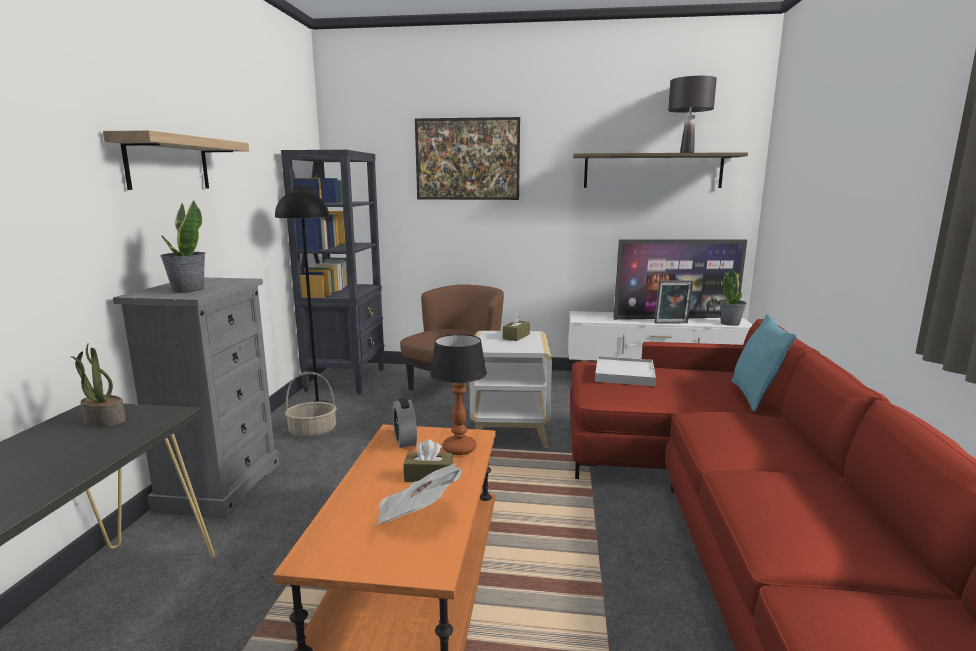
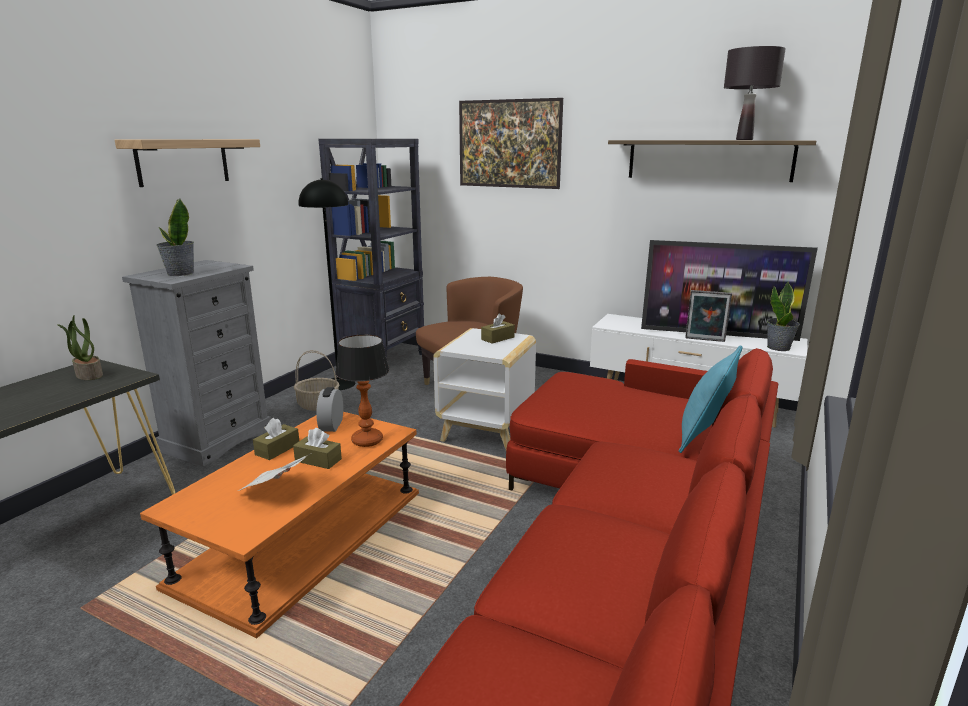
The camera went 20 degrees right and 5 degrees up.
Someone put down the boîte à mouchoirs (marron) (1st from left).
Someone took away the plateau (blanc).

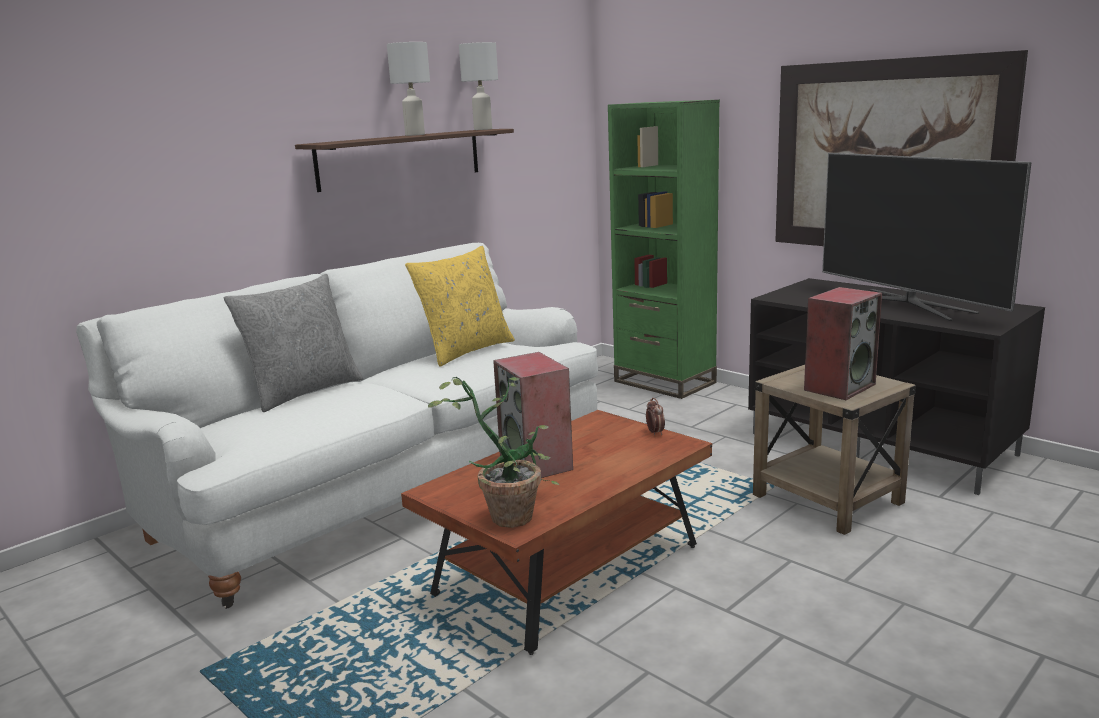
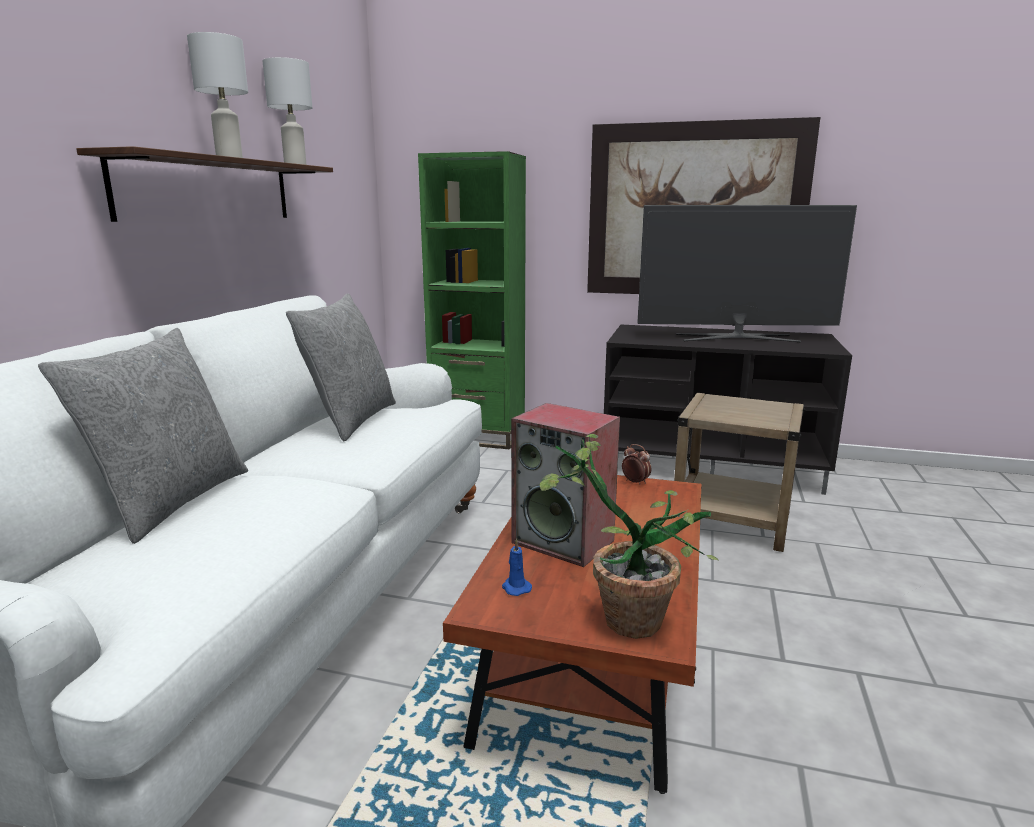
The camera went 30 degrees left and 0 degrees up.
Someone repainted the coussin (jaune), which became the coussin (gris) (2nd from left).
Someone put down the bougie (bleu).
Someone rotated the téléviseur by 150 degrees clockwise.
Someone took away the enceinte (2nd from left).

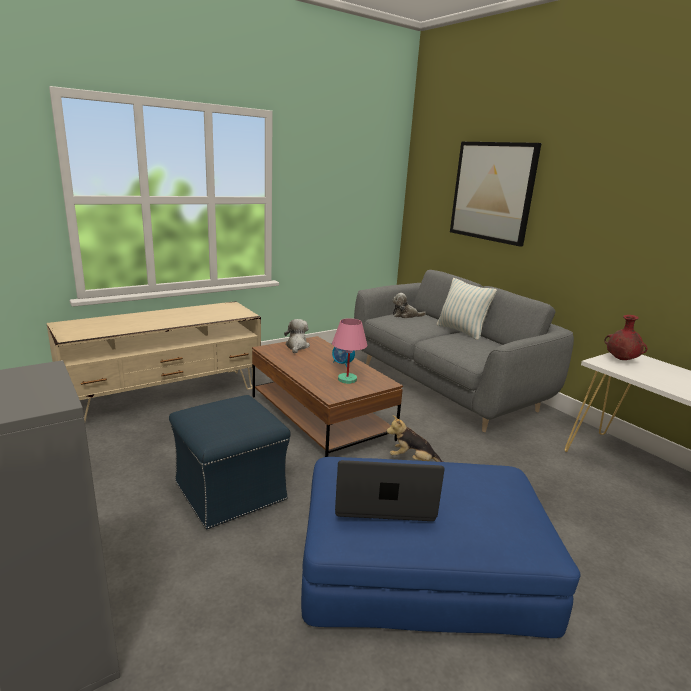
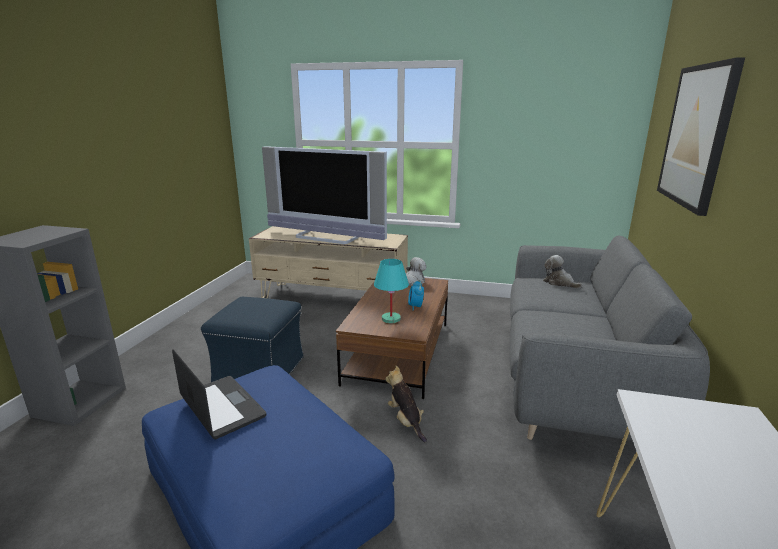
The camera went 50 degrees right and 0 degrees up.
Someone put down the téléviseur.
Someone repainted the lampe de table (rose), which became the lampe de table (turquoise).
Someone took away the coussin.
Someone took away the vase (rouge).

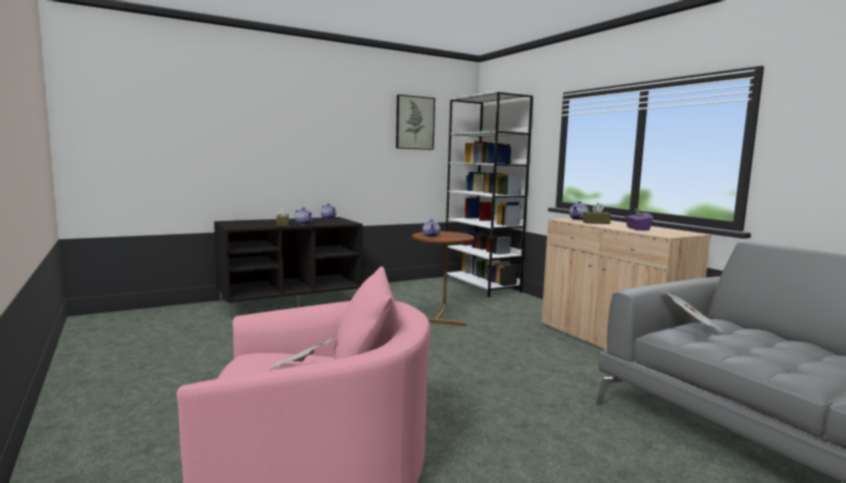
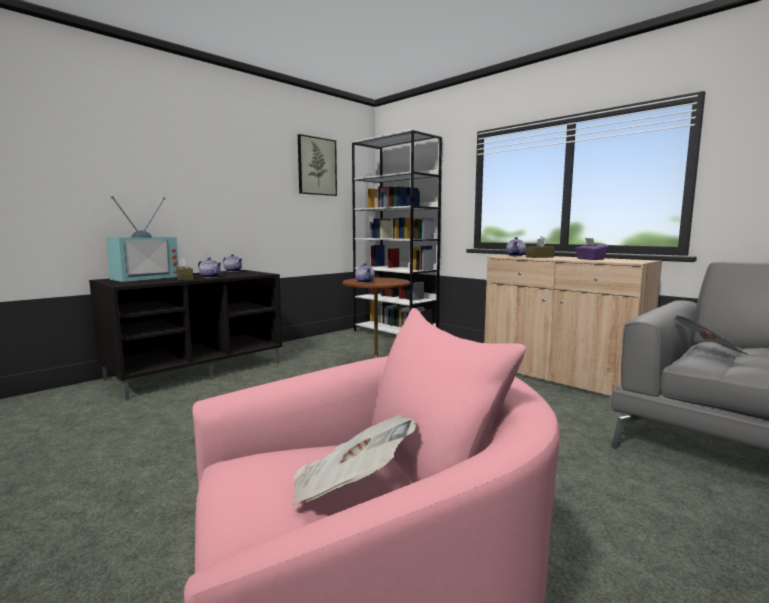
The camera went 15 degrees left and 0 degrees up.
Someone put down the téléviseur.

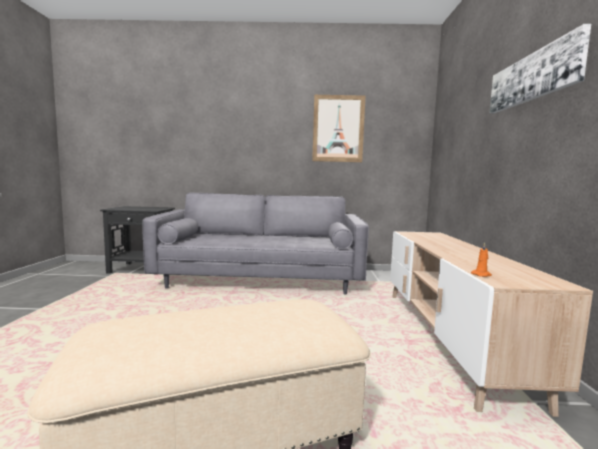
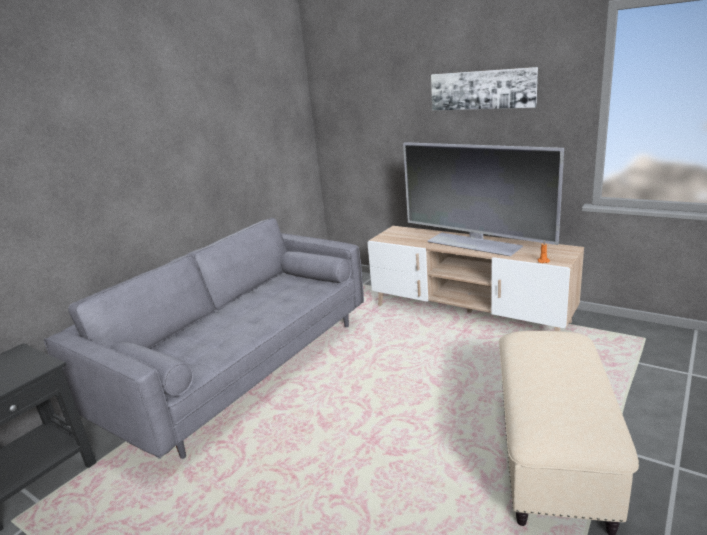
The camera went 55 degrees left and 15 degrees up.
Someone put down the téléviseur.
Someone took away the tableau (1st from left).

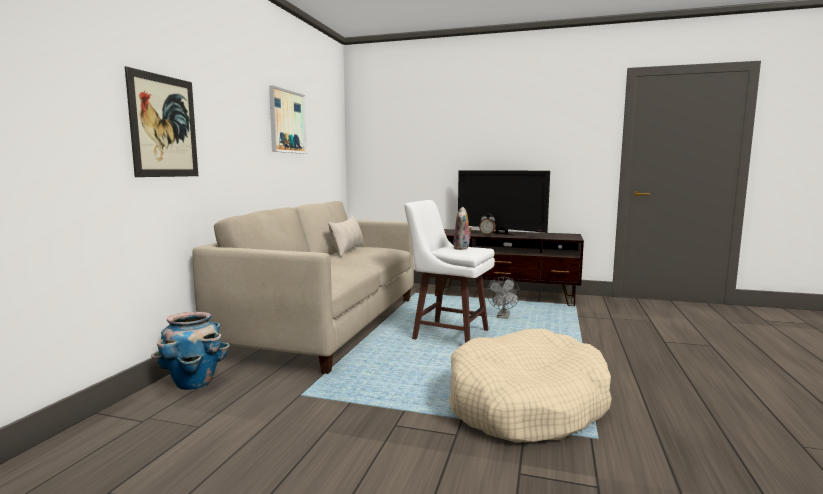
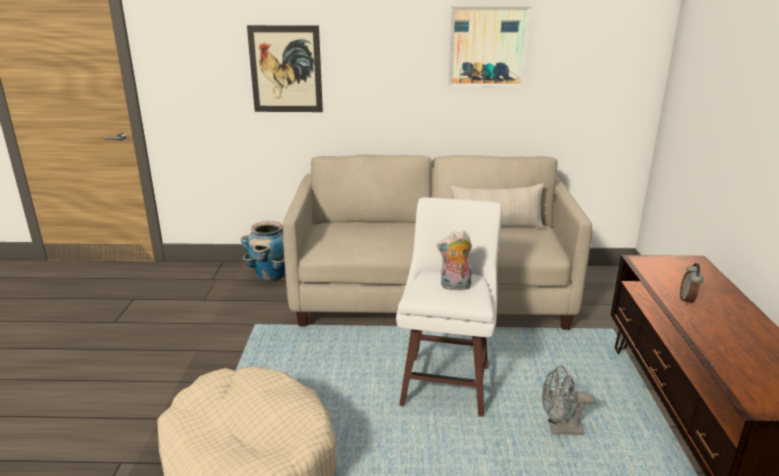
The camera went 75 degrees right and 15 degrees up.
Someone took away the téléviseur.

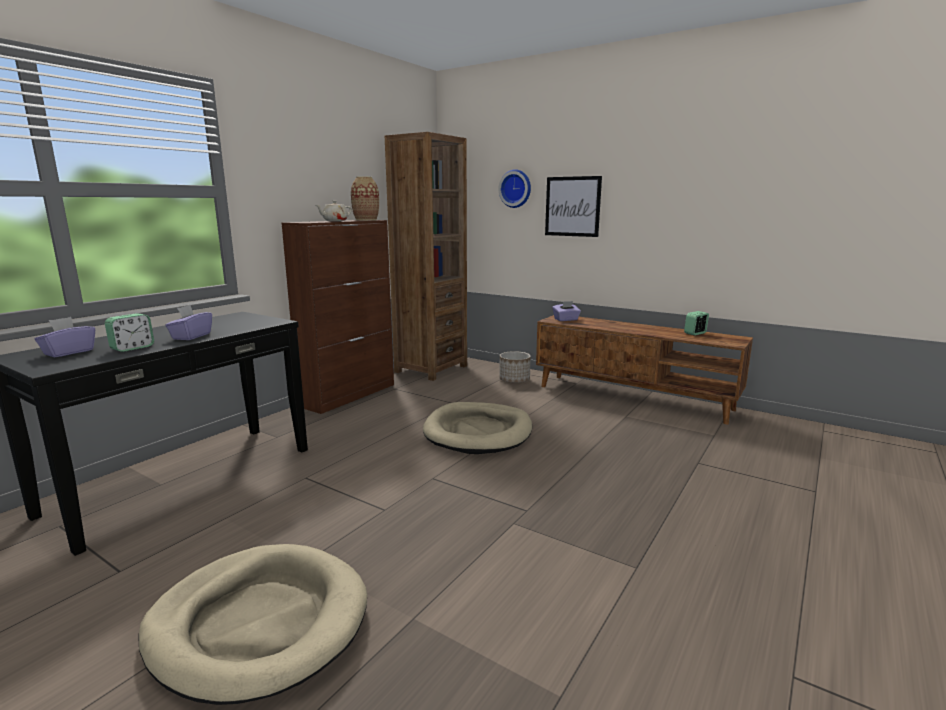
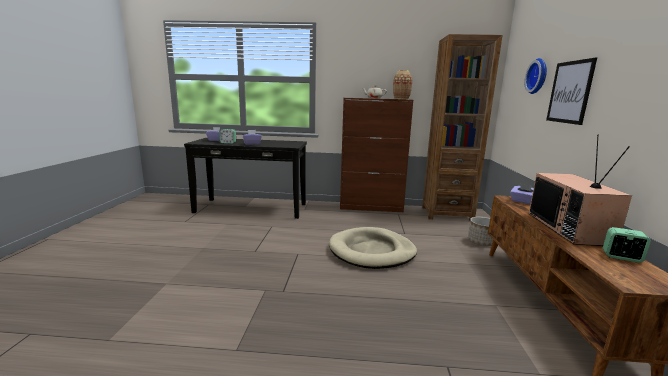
The camera went 60 degrees right and 0 degrees up.
Someone put down the téléviseur.
Someone took away the panier pour chien (beige) (1st from left).

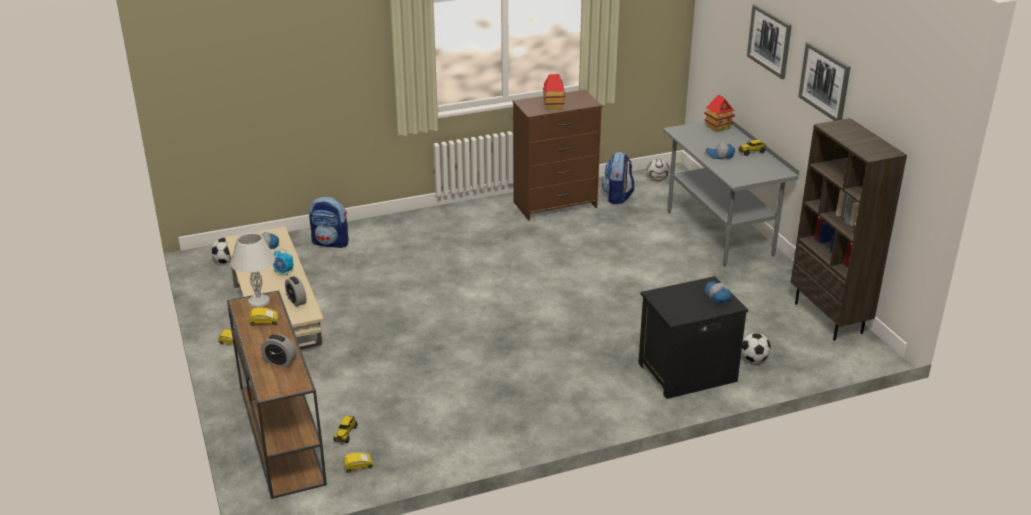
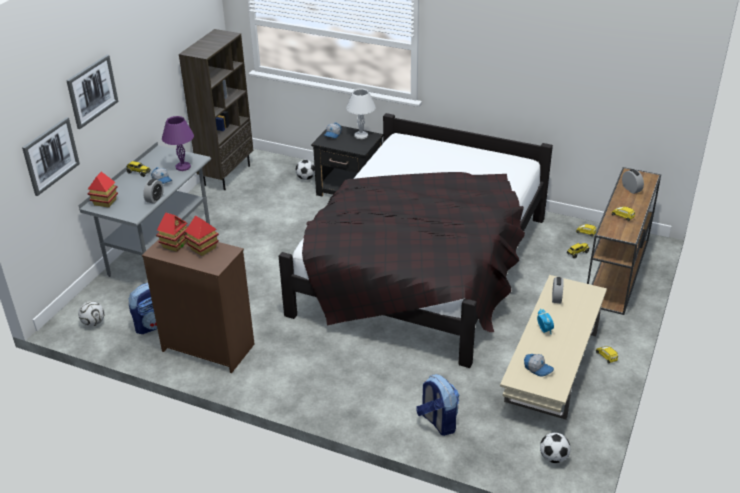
The camera went 135 degrees left and 5 degrees up.
Someone carried the tableau (2nd from left in the first image).
Someone put down the réveil (1st from left).
Someone put down the maison miniature (2nd from left).
Someone put down the lampe de table (violet).
Someone put down the lit (noir).
Someone carried the lampe de table (blanc).

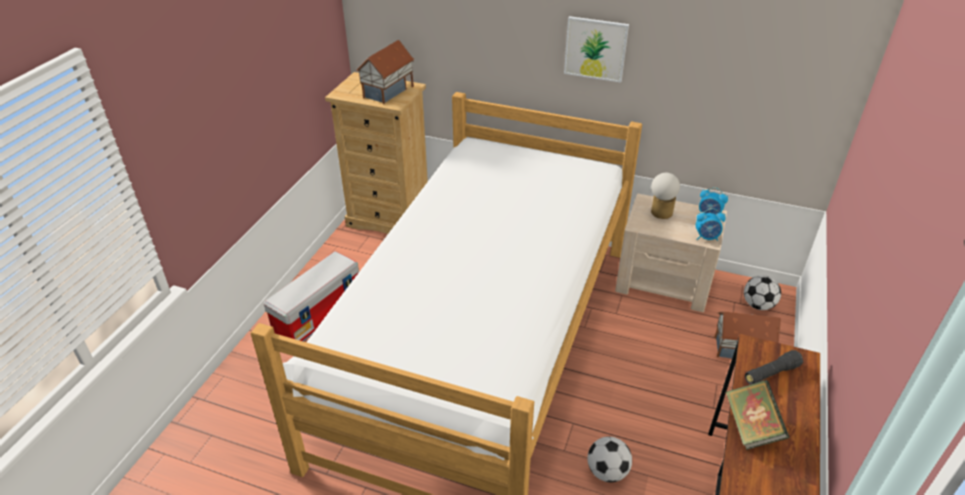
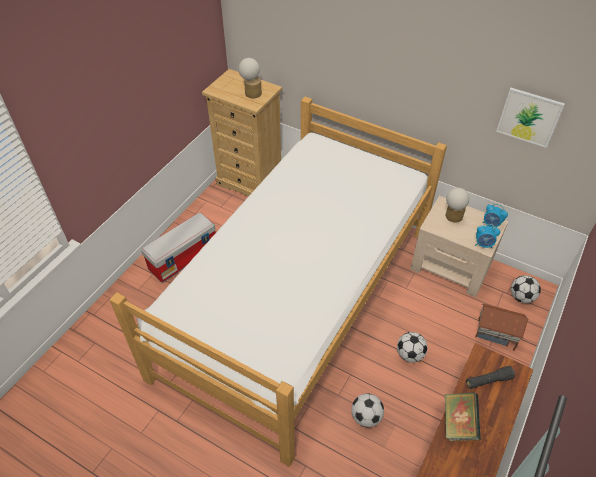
The camera went 10 degrees right and 10 degrees up.
Someone swapped the maison miniature (1st from left) for the lampe de table (1st from left).
Someone put down the ballon de foot (2nd from left).
Someone carried the tableau.

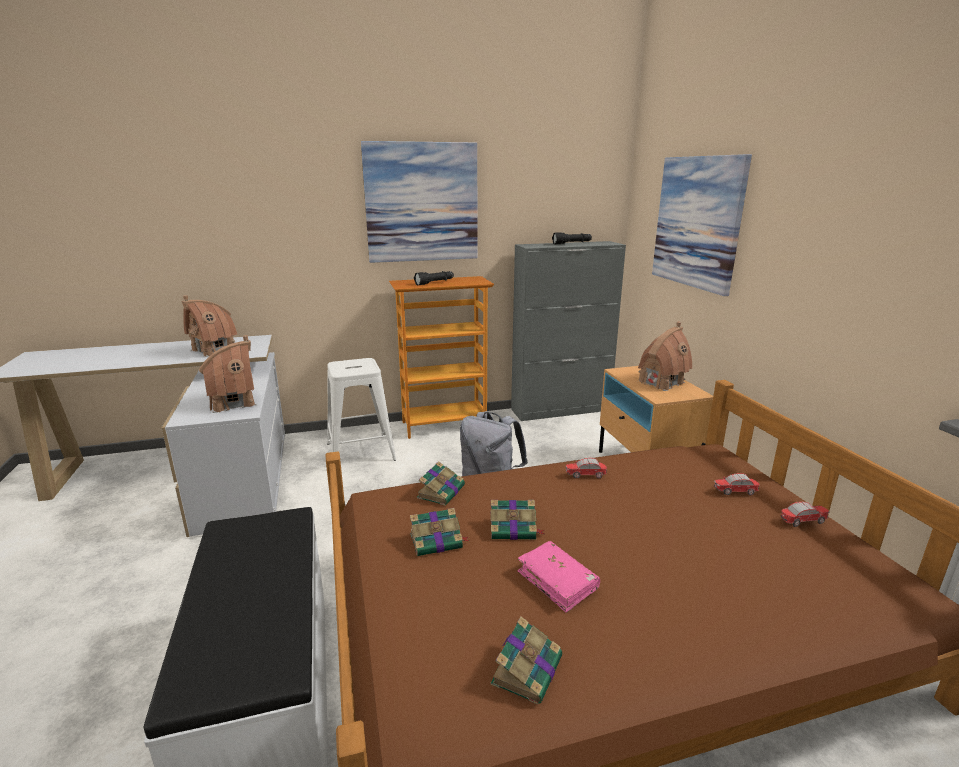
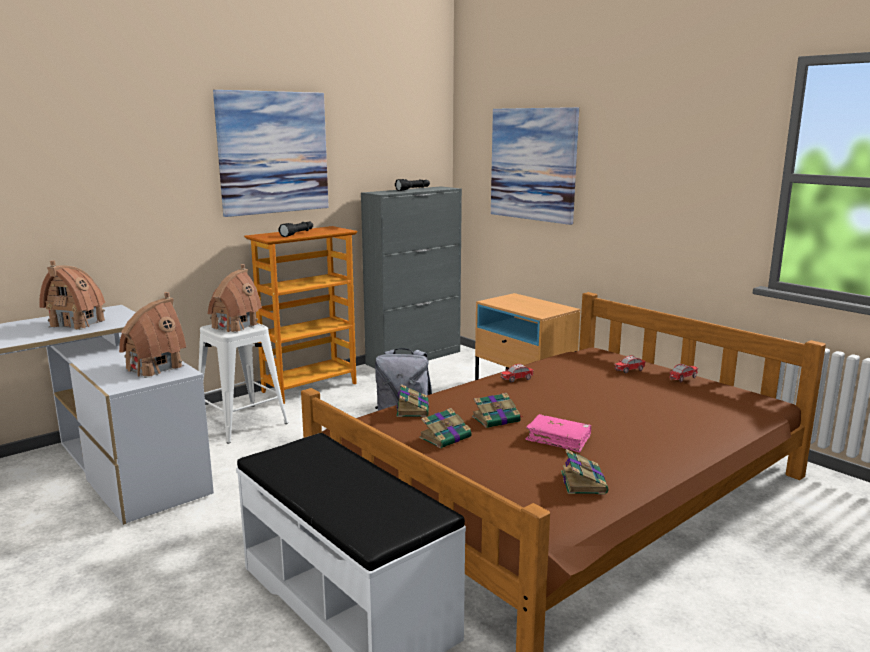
The camera went 25 degrees left and 5 degrees down.
Someone carried the maison miniature (3rd from left).

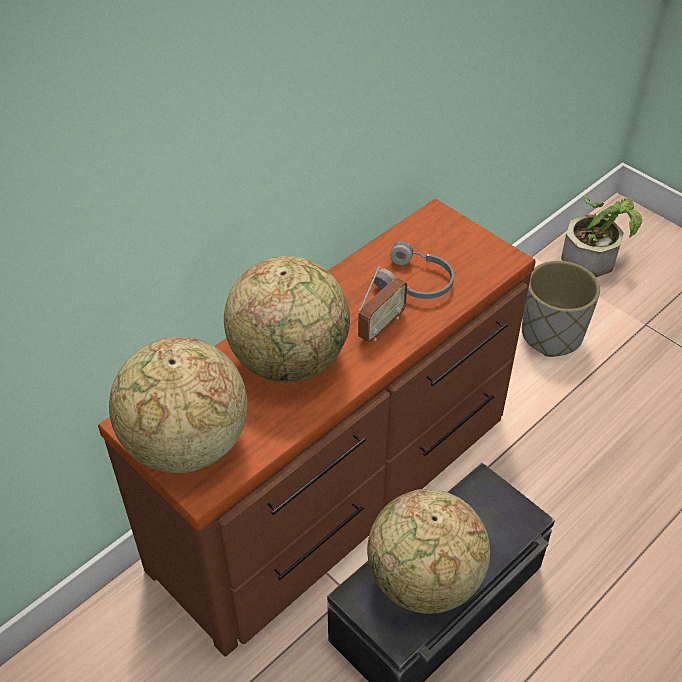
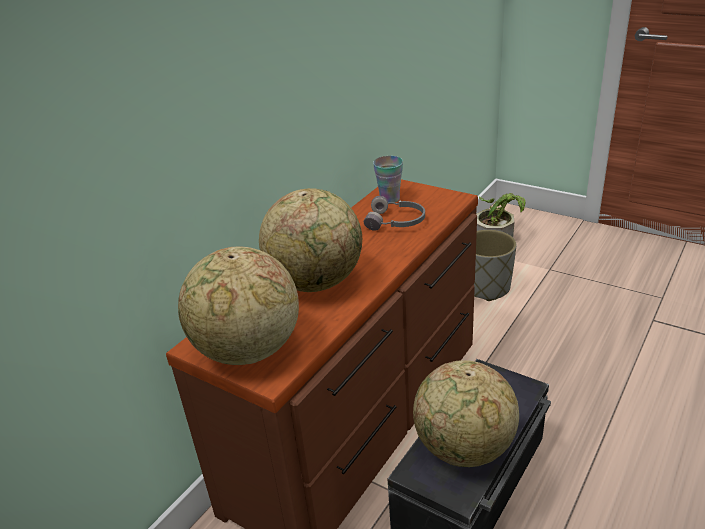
The camera went 10 degrees left and 15 degrees down.
Someone put down the tasse.
Someone took away the radio.

